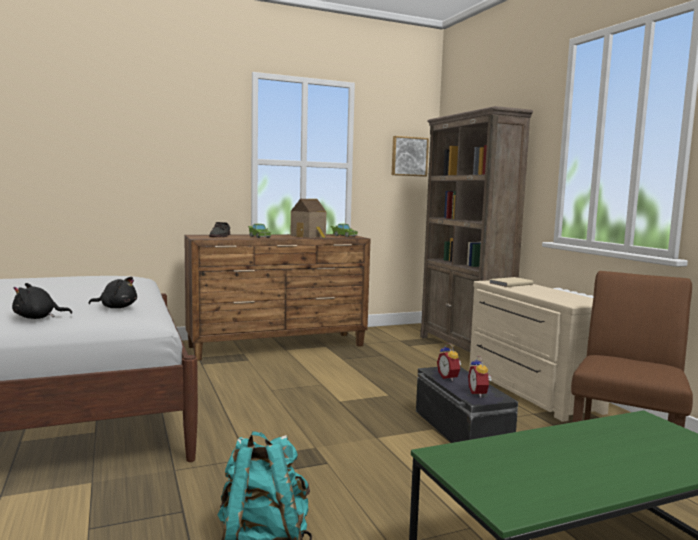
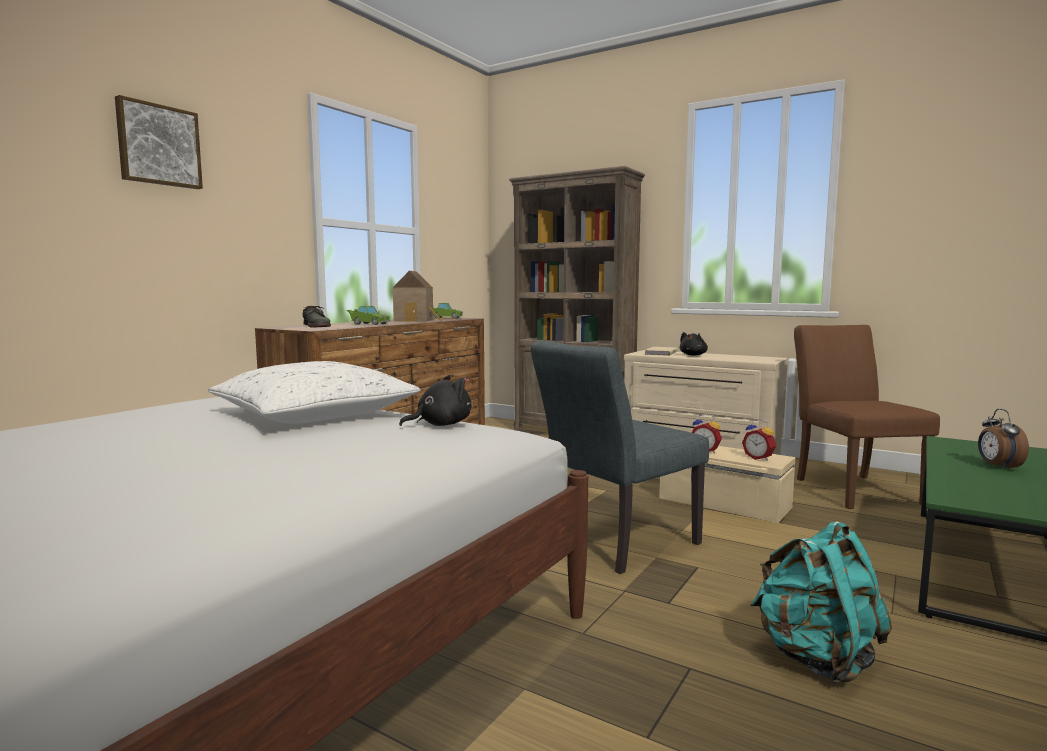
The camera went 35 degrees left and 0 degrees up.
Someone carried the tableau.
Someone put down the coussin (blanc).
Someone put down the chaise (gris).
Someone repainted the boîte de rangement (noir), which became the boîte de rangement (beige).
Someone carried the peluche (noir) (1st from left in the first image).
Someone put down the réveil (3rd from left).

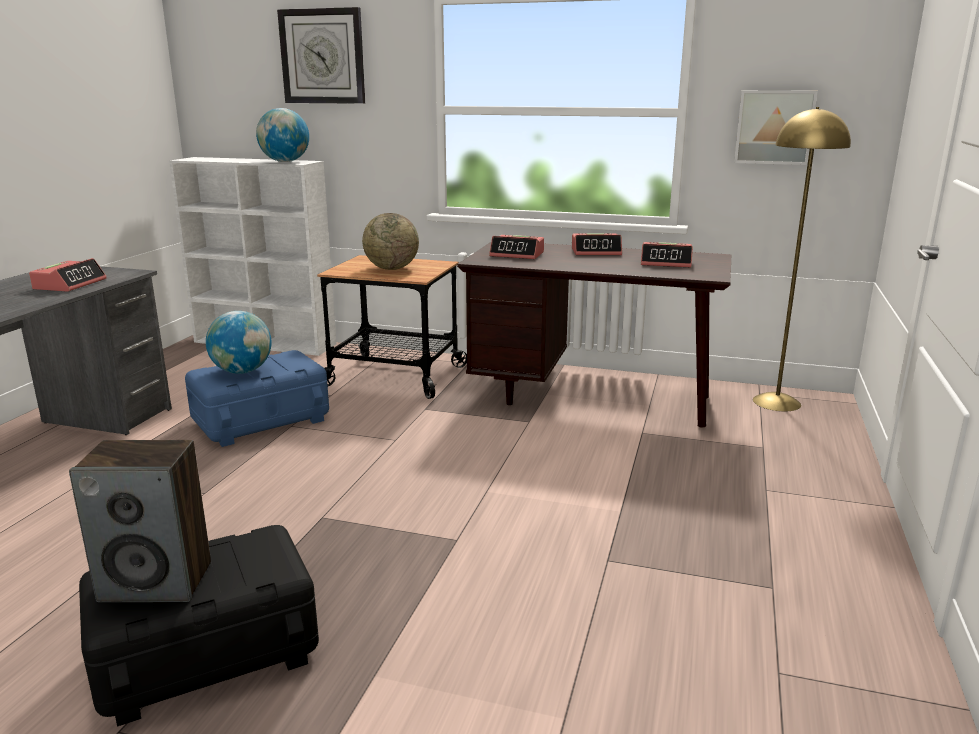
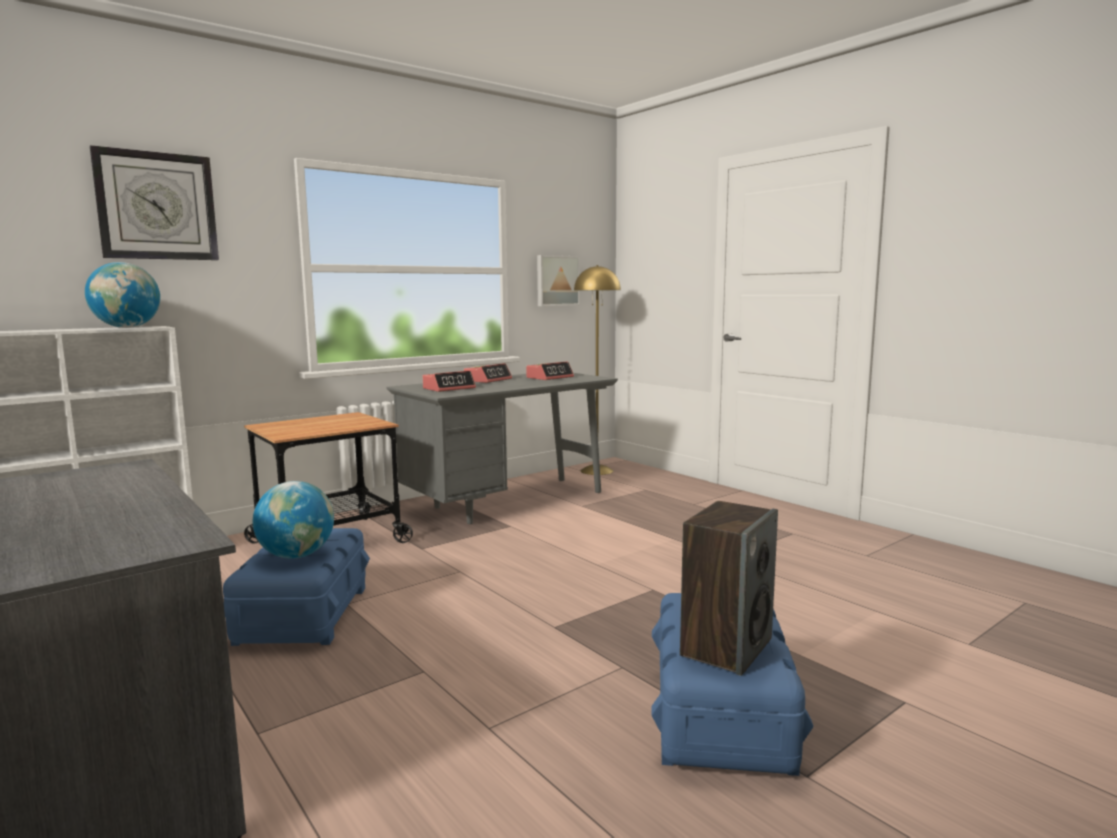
The camera went 55 degrees left and 10 degrees down.
Someone repainted the bureau (marron), which became the bureau (gris) (2nd from left).
Someone repainted the boîte de rangement (noir), which became the boîte de rangement (bleu) (2nd from left).
Someone took away the réveil (1st from left).
Someone took away the globe (3rd from left).

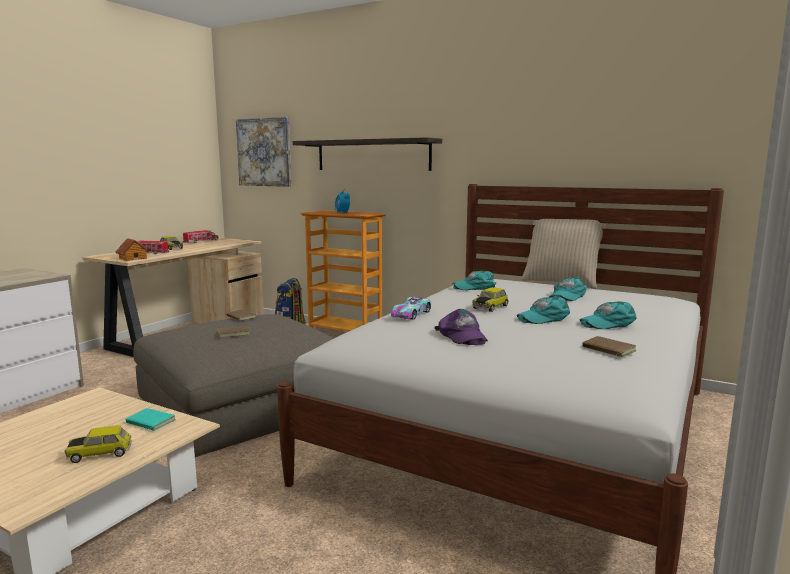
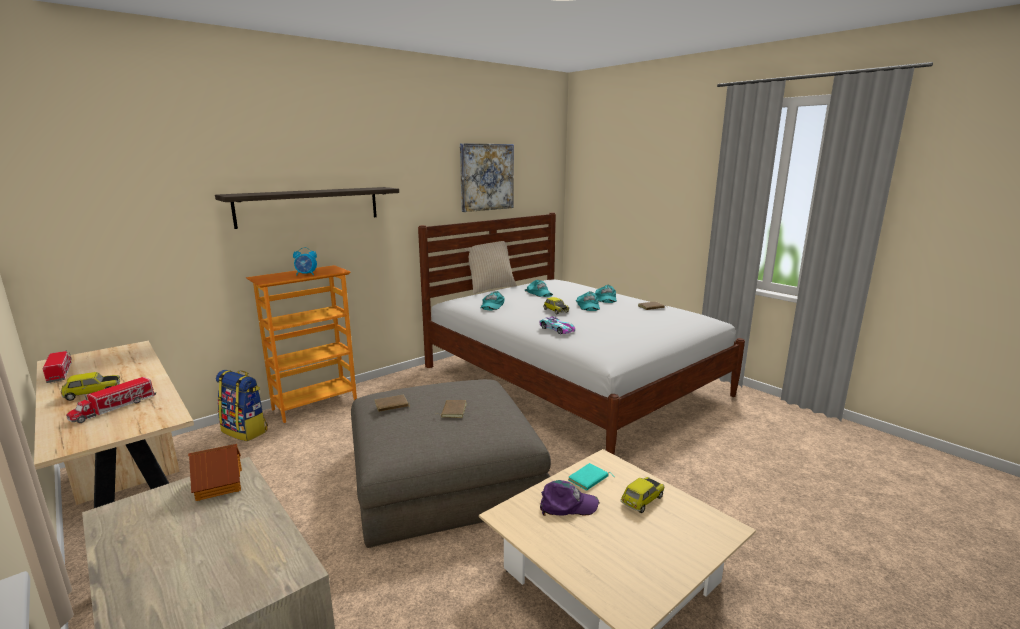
The camera went 70 degrees left and 5 degrees up.
Someone carried the maison miniature.
Someone carried the tableau.
Someone carried the casquette (violet).
Someone rotated the petite voiture (1st from left in the first image) by 135 degrees counterclockwise.

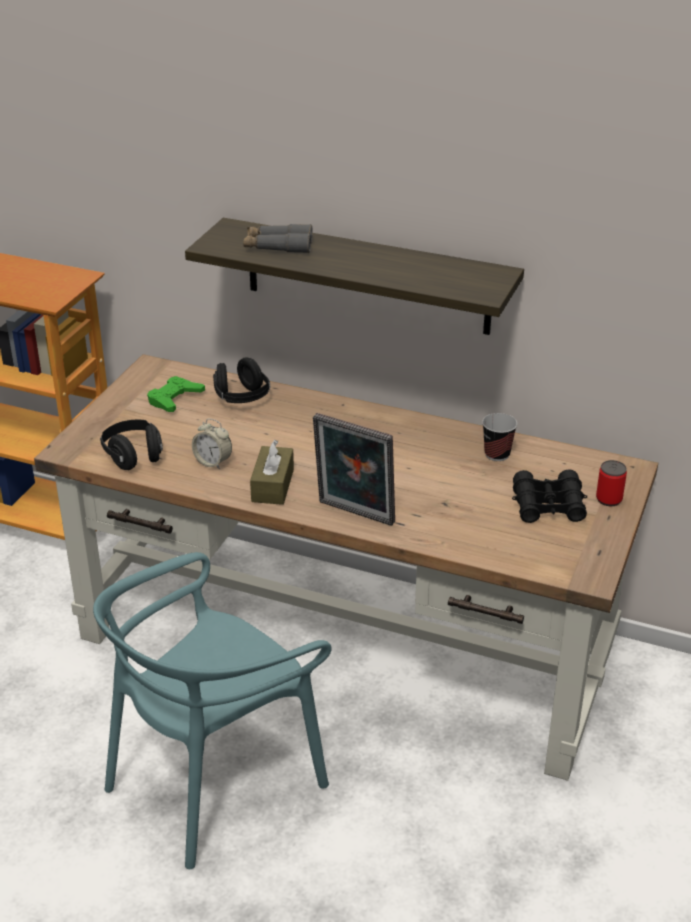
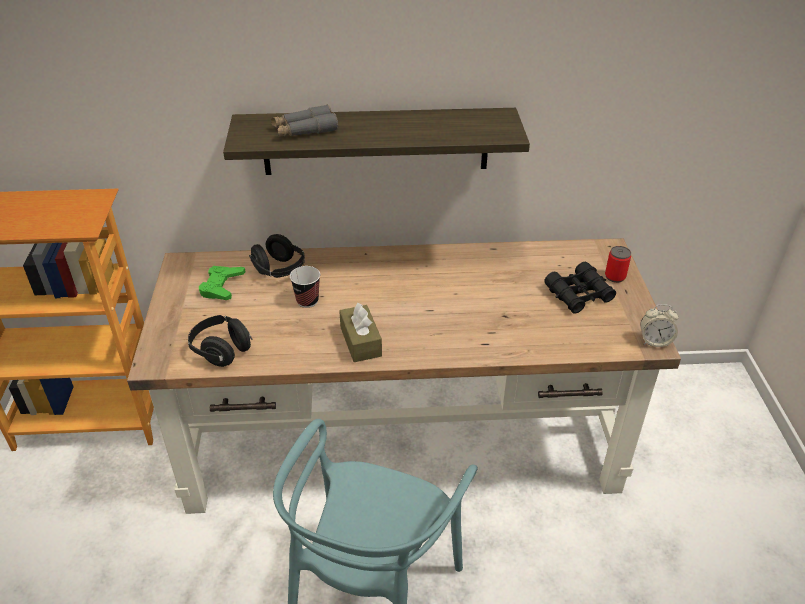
The camera went 25 degrees left and 5 degrees up.
Someone carried the tasse.
Someone carried the réveil.
Someone took away the cadre photo.

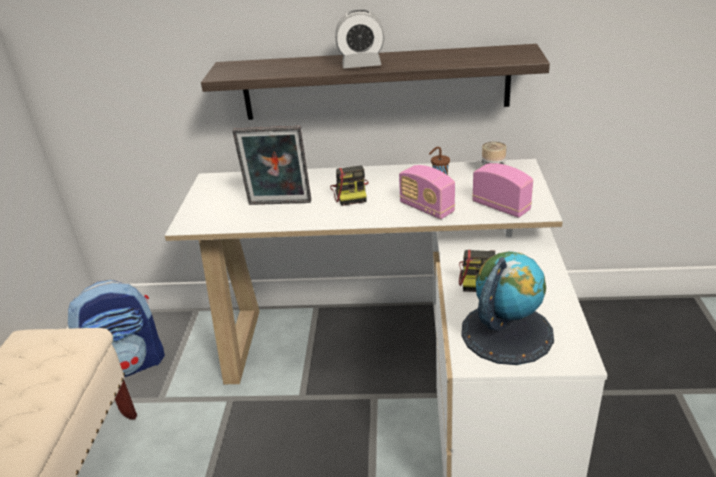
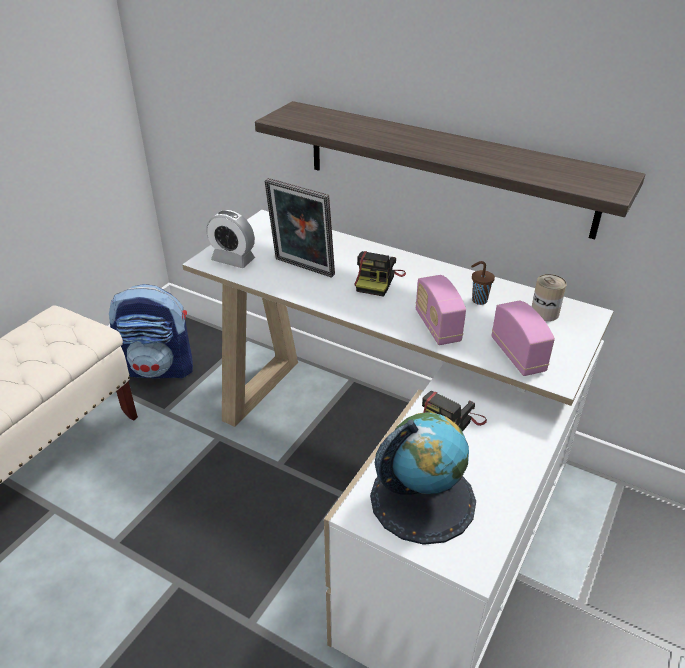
The camera went 25 degrees right and 5 degrees up.
Someone carried the réveil.

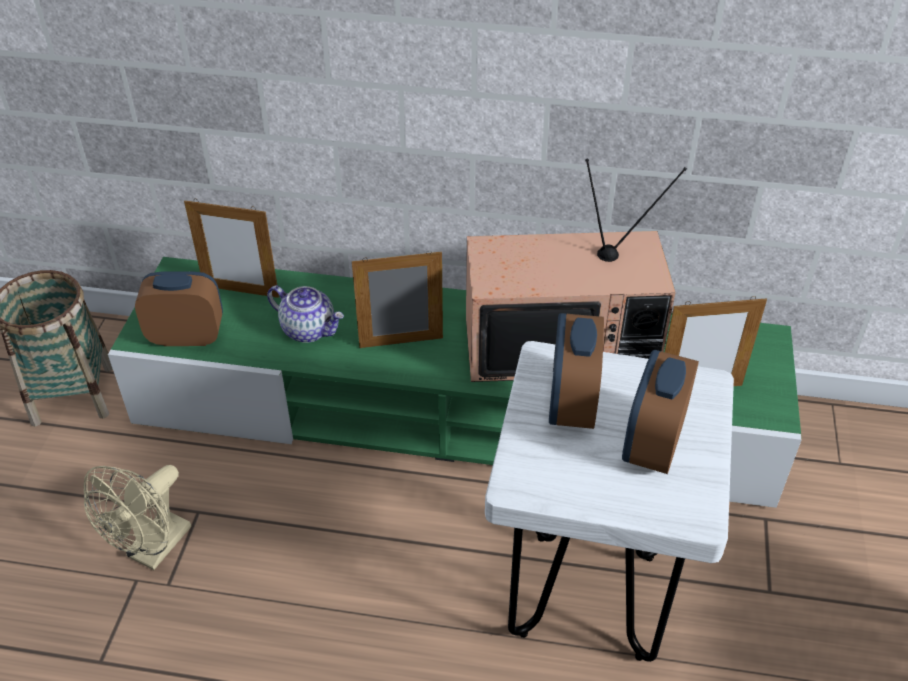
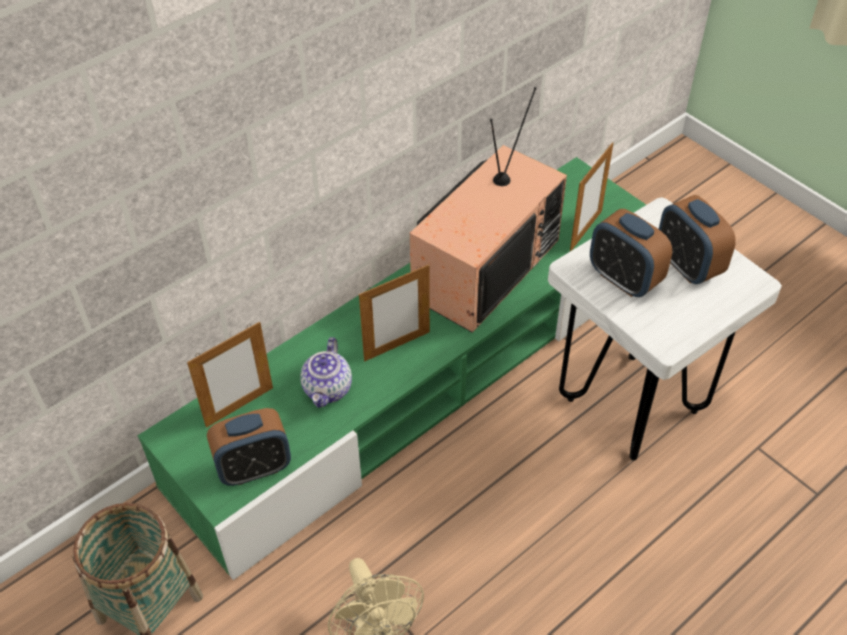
The camera went 50 degrees left and 5 degrees up.
Someone rotated the réveil (1st from left) by 150 degrees counterclockwise.
Someone rotated the théière by 120 degrees clockwise.
Someone rotated the cadre photo (2nd from left) by 150 degrees counterclockwise.

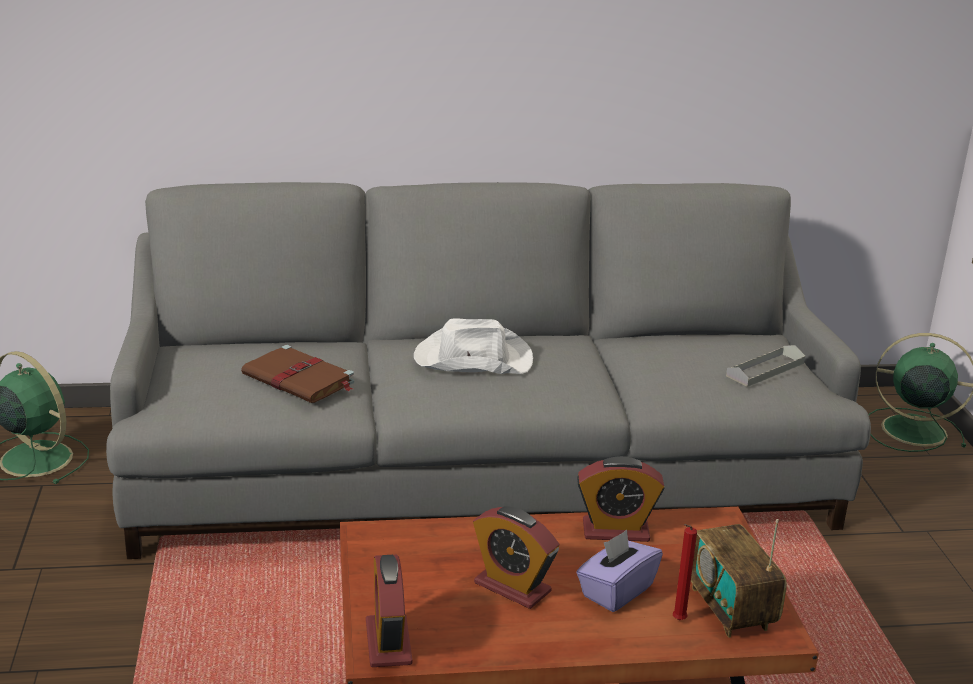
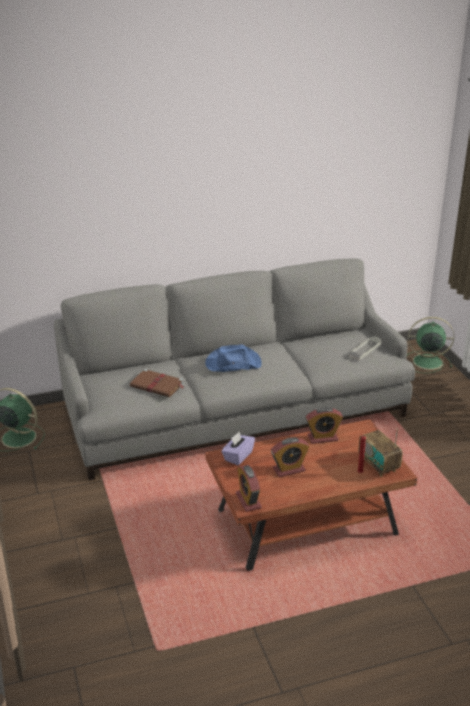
The camera went 10 degrees left and 5 degrees up.
Someone repainted the chapeau (blanc), which became the chapeau (bleu).
Someone carried the boîte à mouchoirs (violet).
Someone rotated the réveil (2nd from left) by 45 degrees counterclockwise.

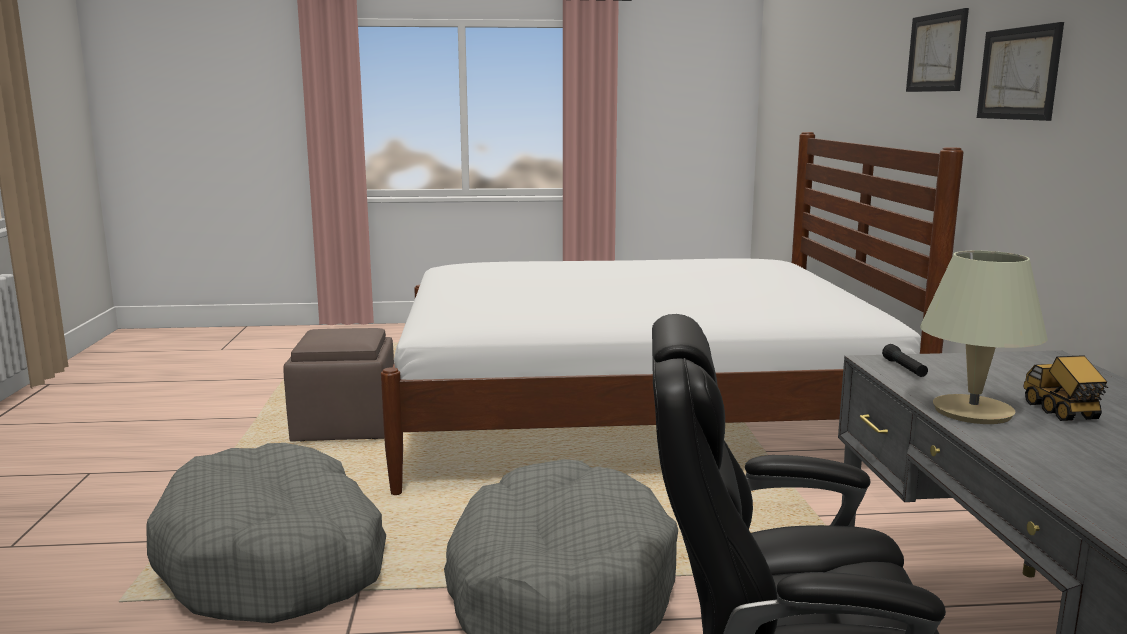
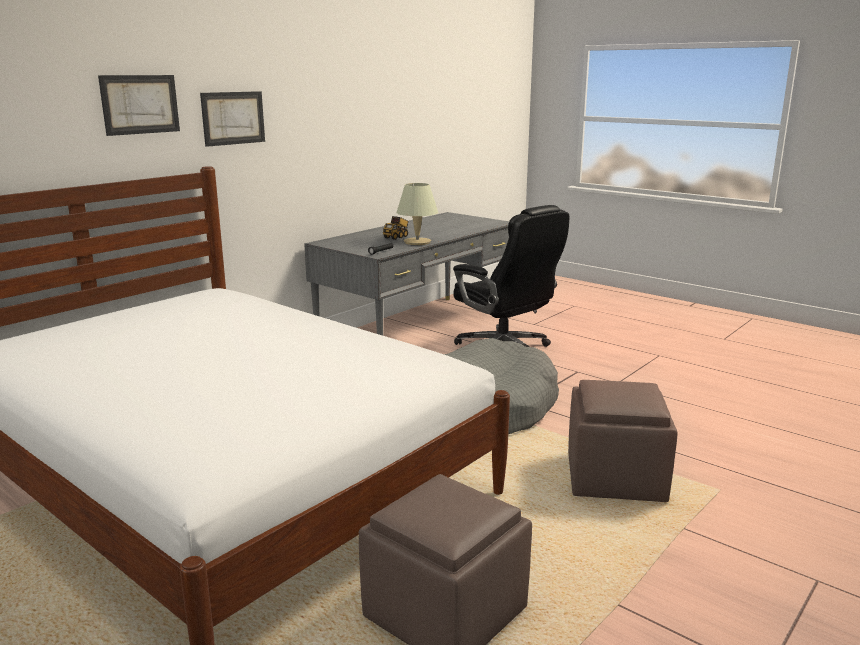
The camera went 135 degrees left and 5 degrees up.
Someone swapped the panier pour chien (gris) (1st from left) for the pouf (marron) (2nd from left).

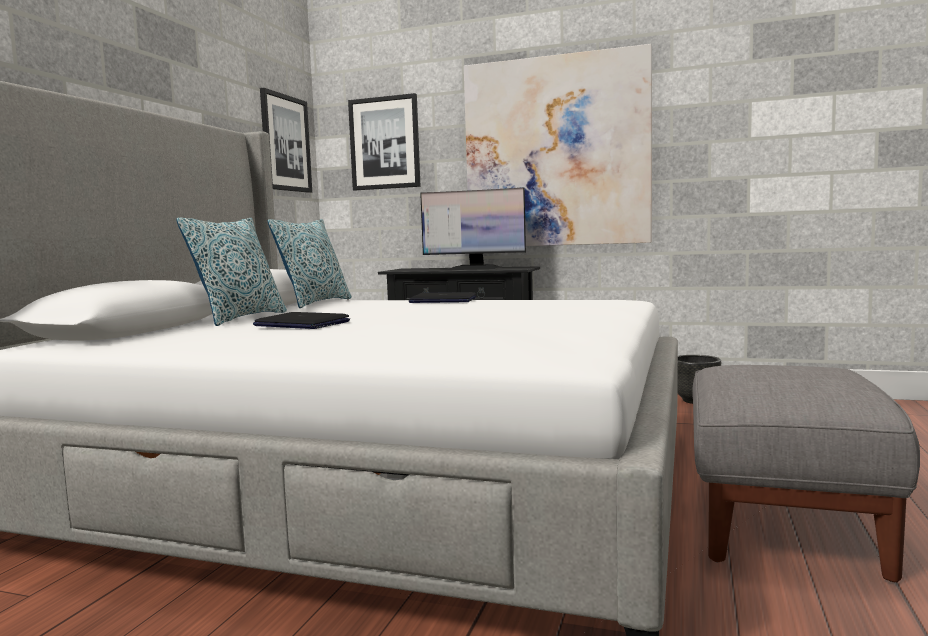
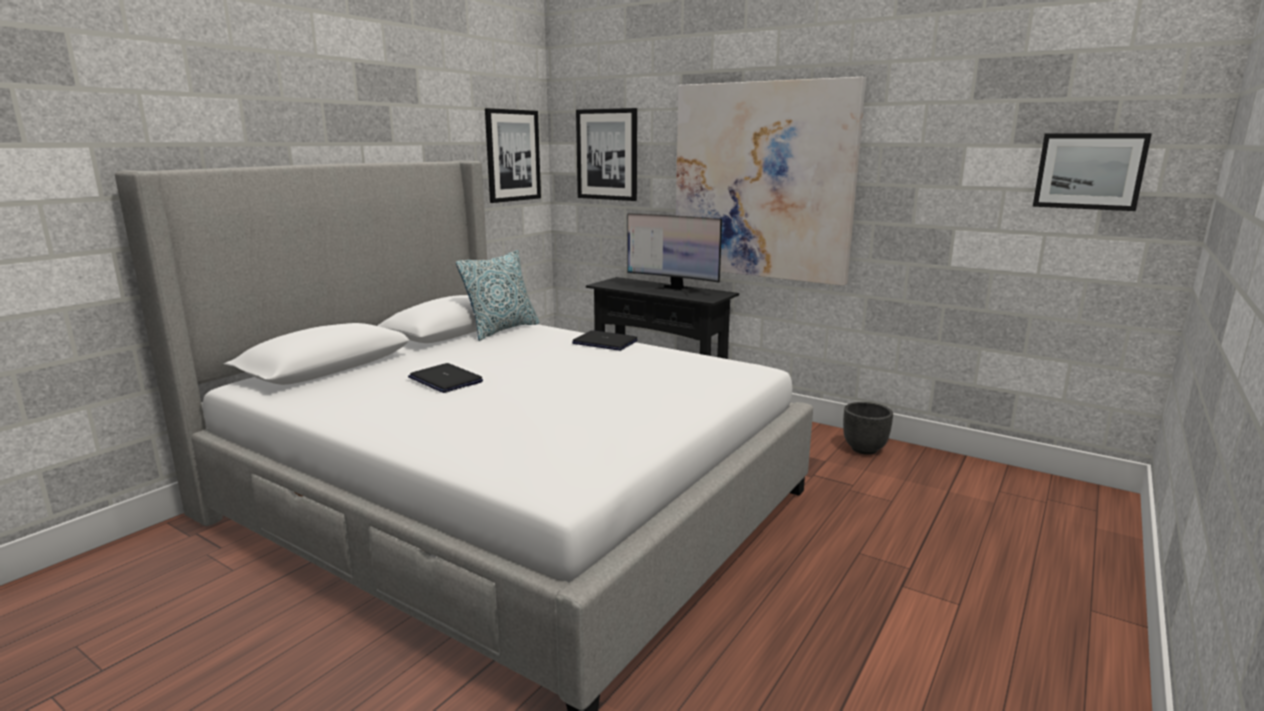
The camera went 15 degrees right and 10 degrees up.
Someone put up the tableau (4th from left).
Someone took away the coussin (1st from left).
Someone took away the pouf (gris).

